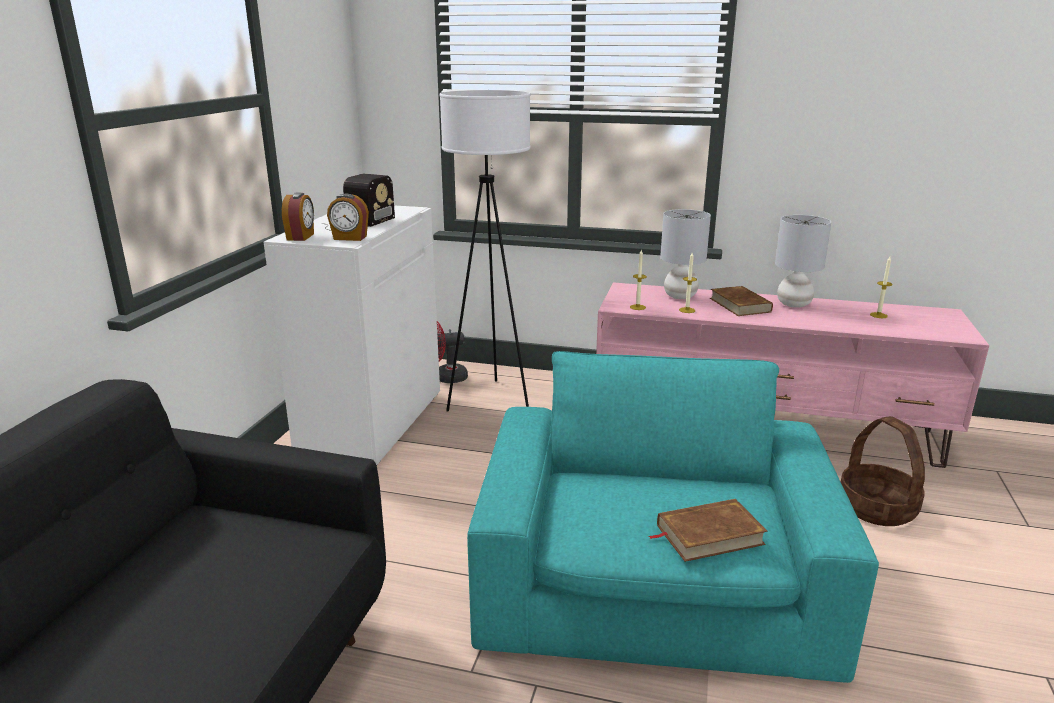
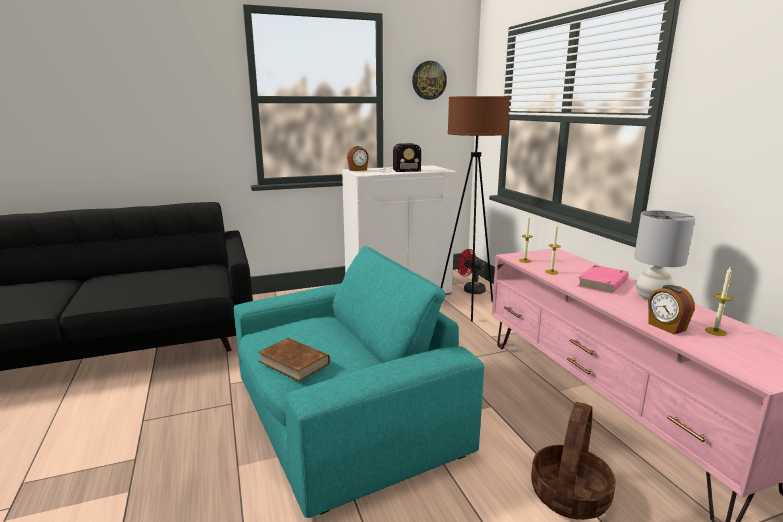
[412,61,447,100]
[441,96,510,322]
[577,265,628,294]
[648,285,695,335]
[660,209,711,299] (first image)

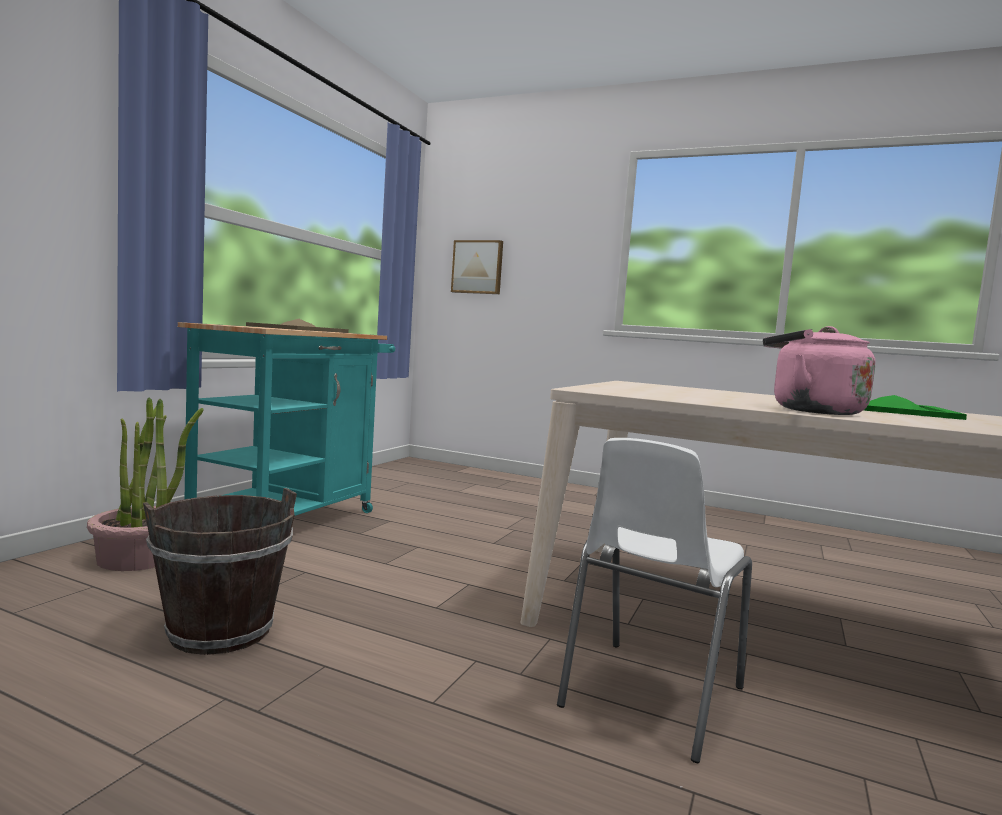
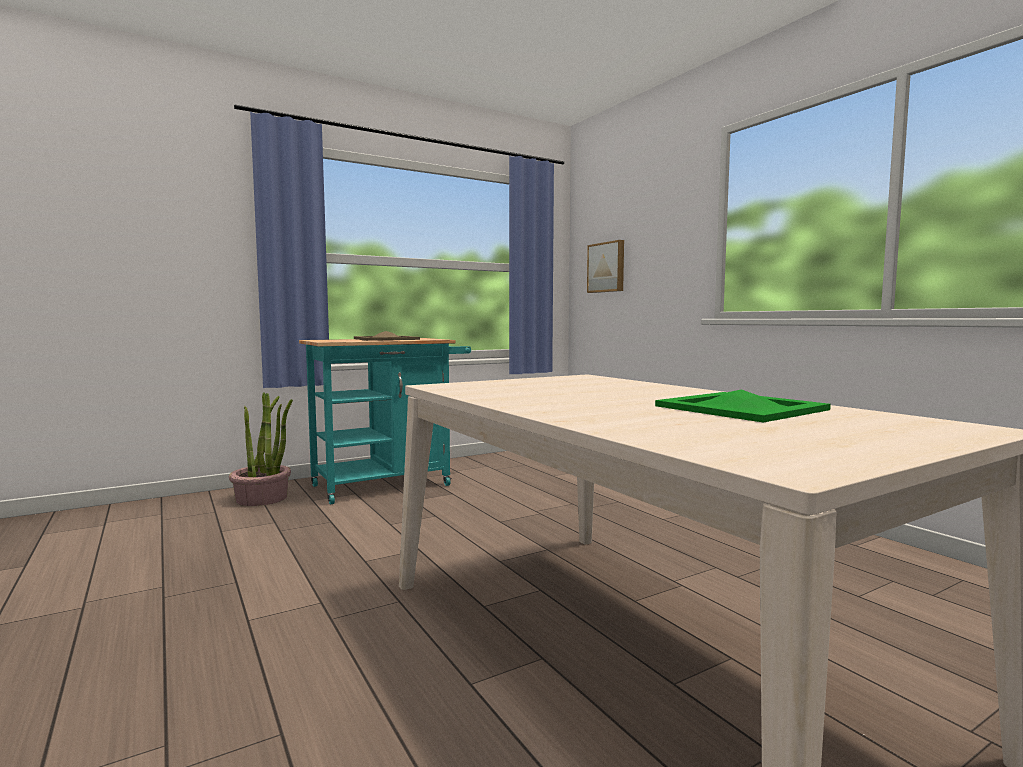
[143,488,297,655] (first image)
[557,438,752,763] (first image)
[763,326,875,415] (first image)

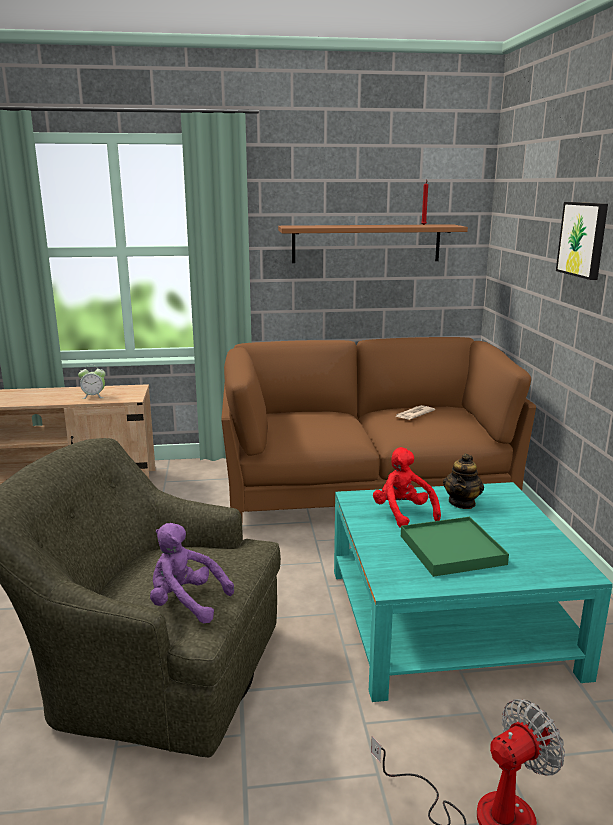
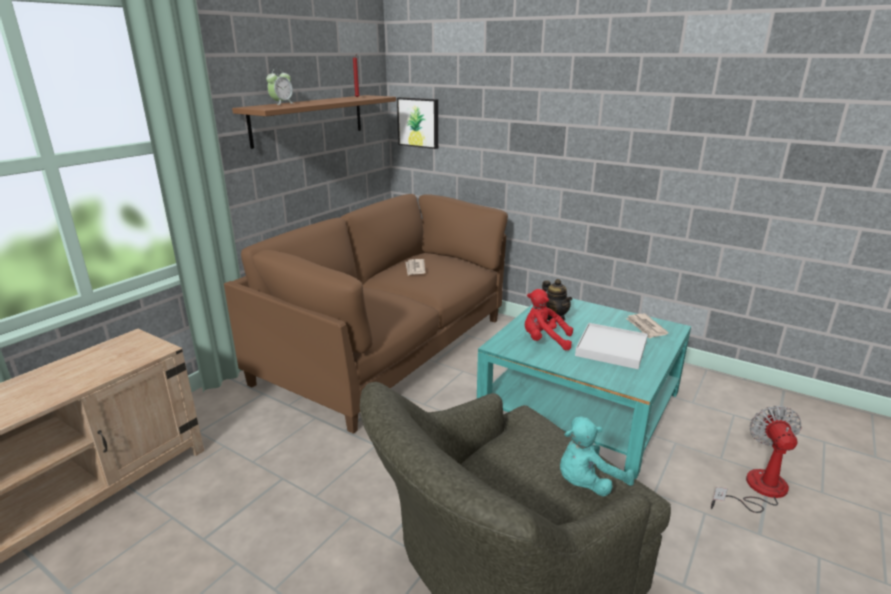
[266,68,294,105]
[397,97,438,149]
[560,416,634,496]
[575,323,648,369]
[626,314,669,339]

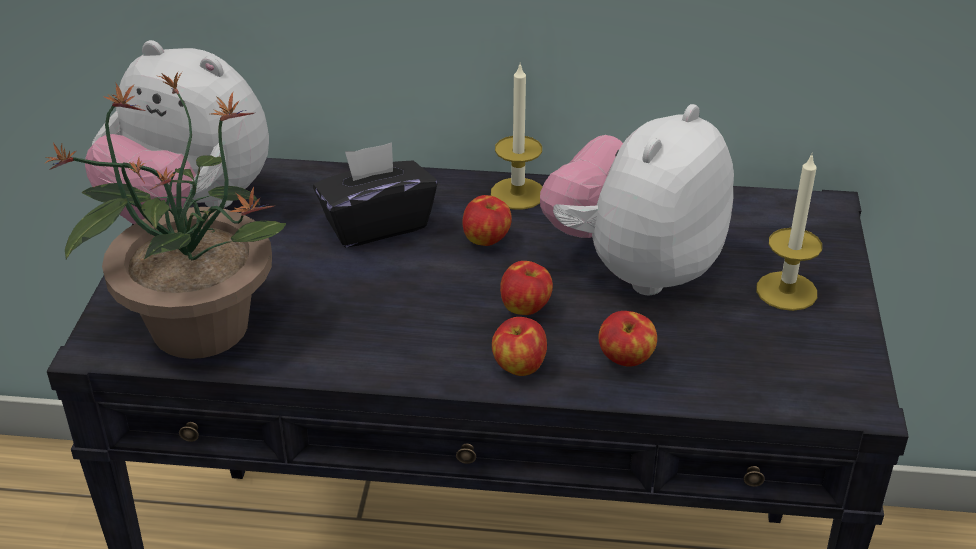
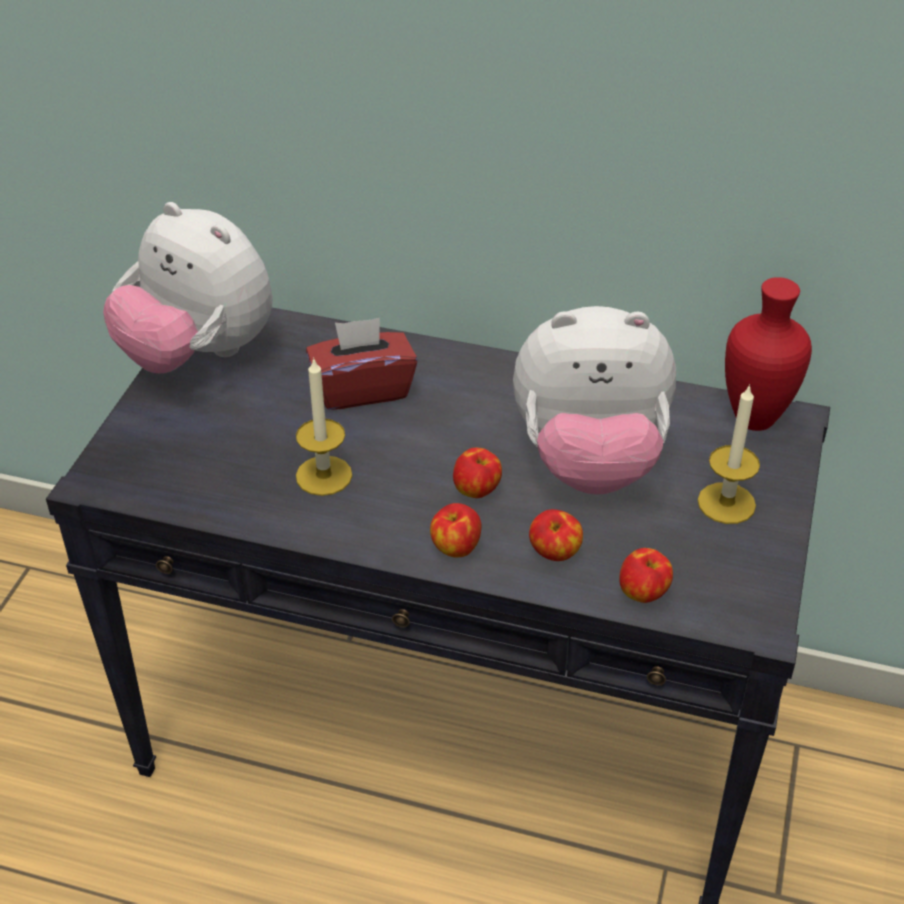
[296,357,352,496]
[306,318,418,410]
[513,306,676,495]
[619,548,673,603]
[725,277,812,431]
[43,72,286,359] (first image)

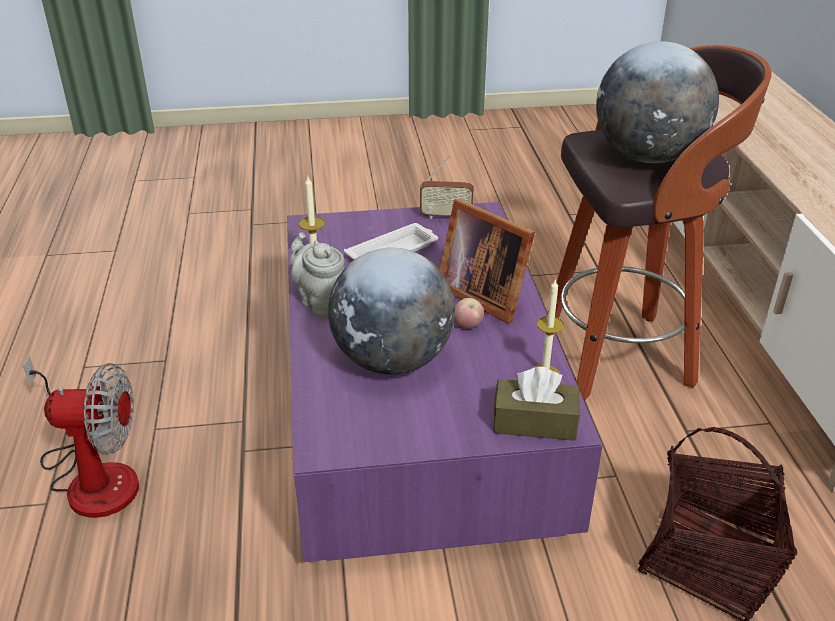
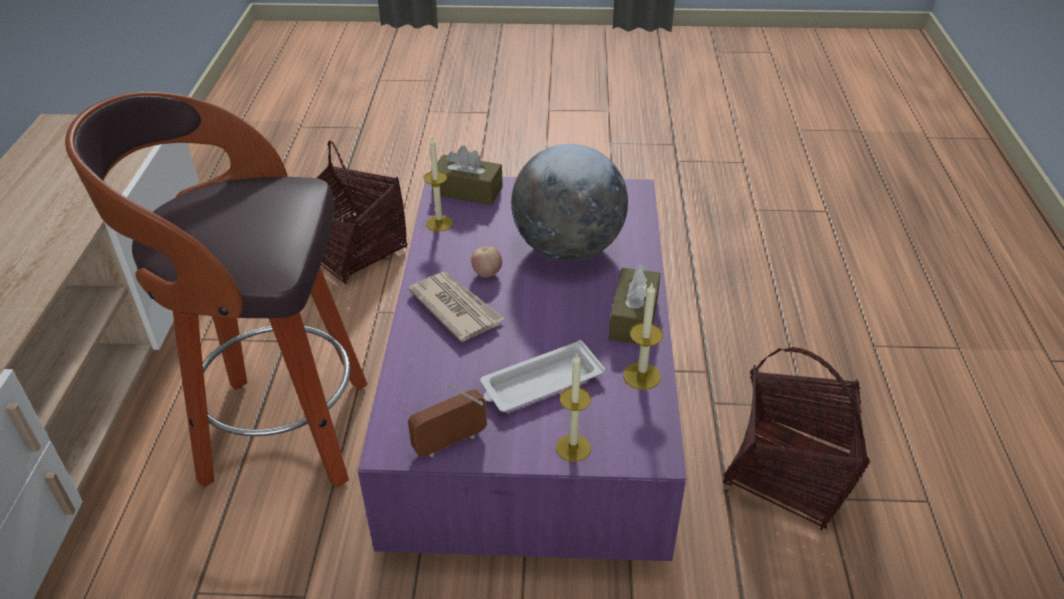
[408,272,504,342]
[408,383,487,458]
[556,354,591,462]
[609,263,661,344]
[723,347,870,530]
[23,356,139,518] (first image)
[596,41,719,163] (first image)

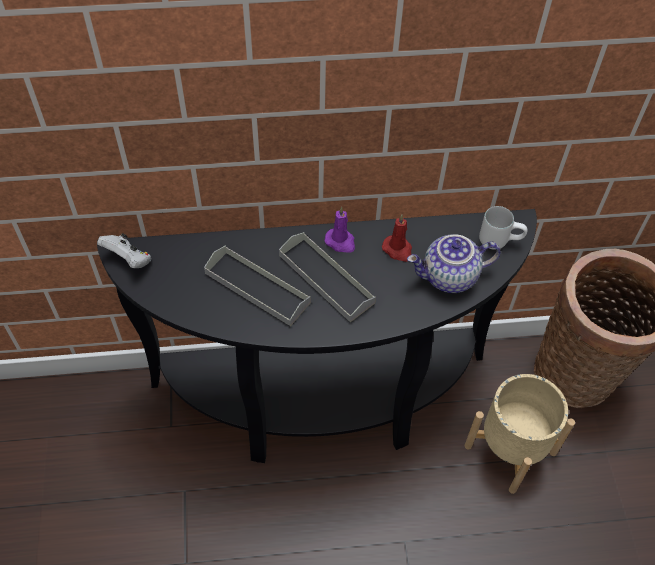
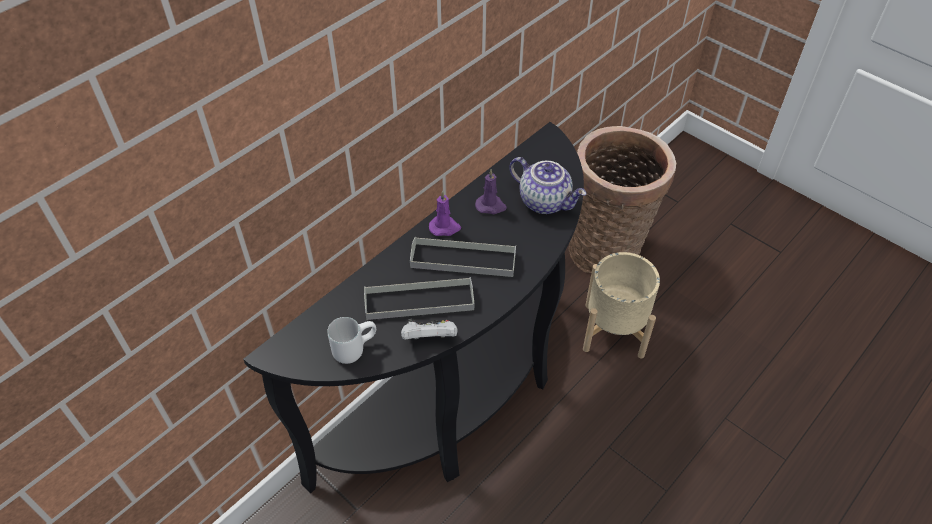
[327,317,376,364]
[401,319,458,340]
[475,169,507,214]
[509,157,586,214]

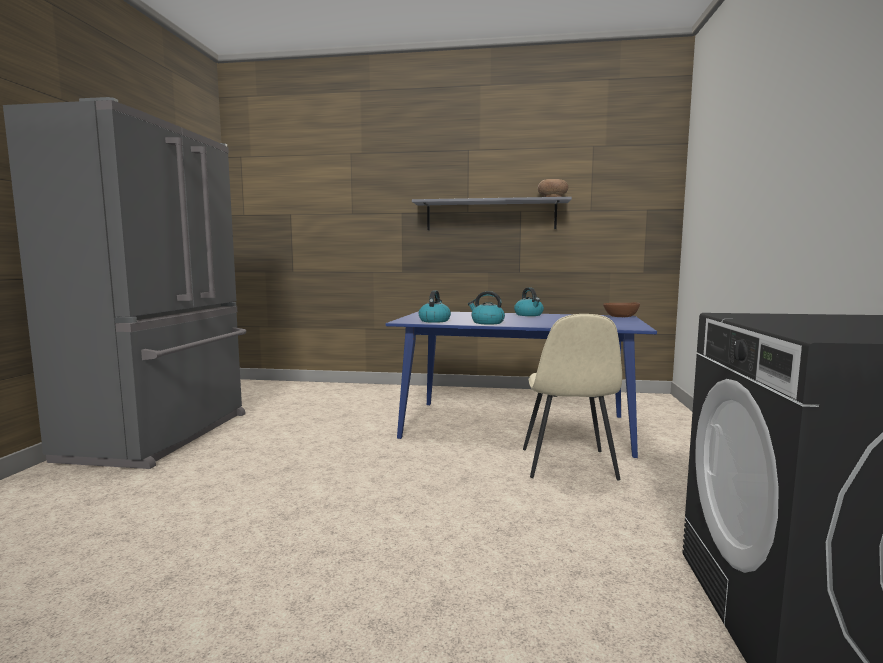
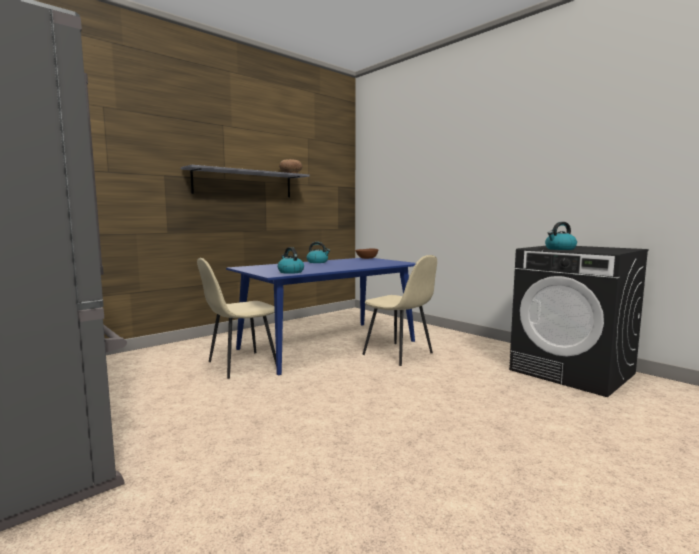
[197,258,276,379]
[545,222,577,250]

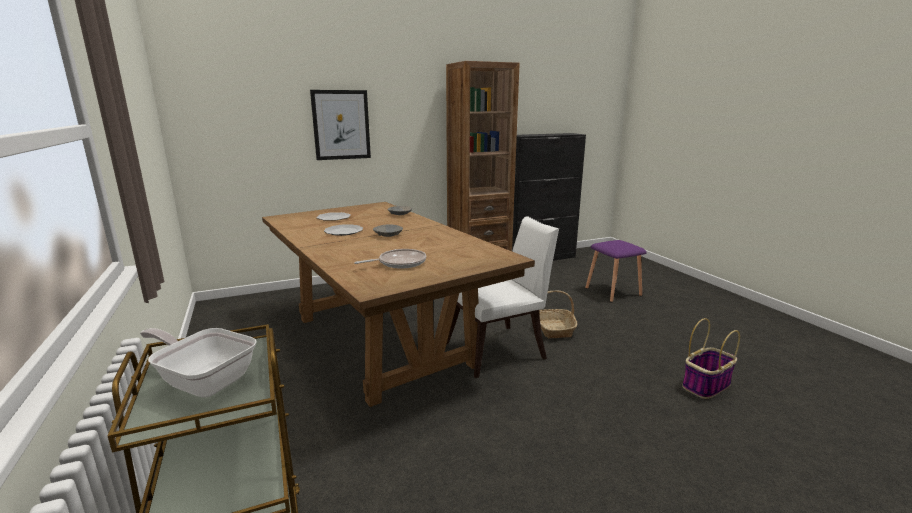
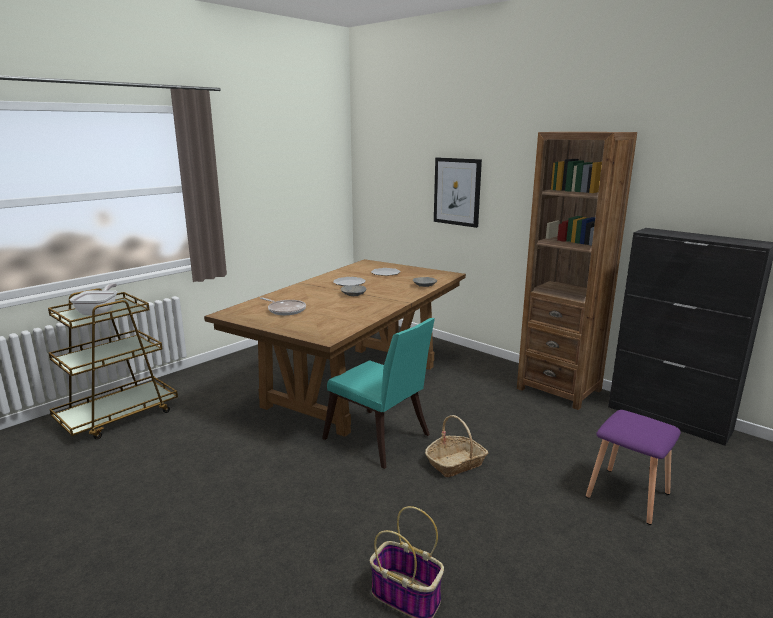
[322,318,435,469]

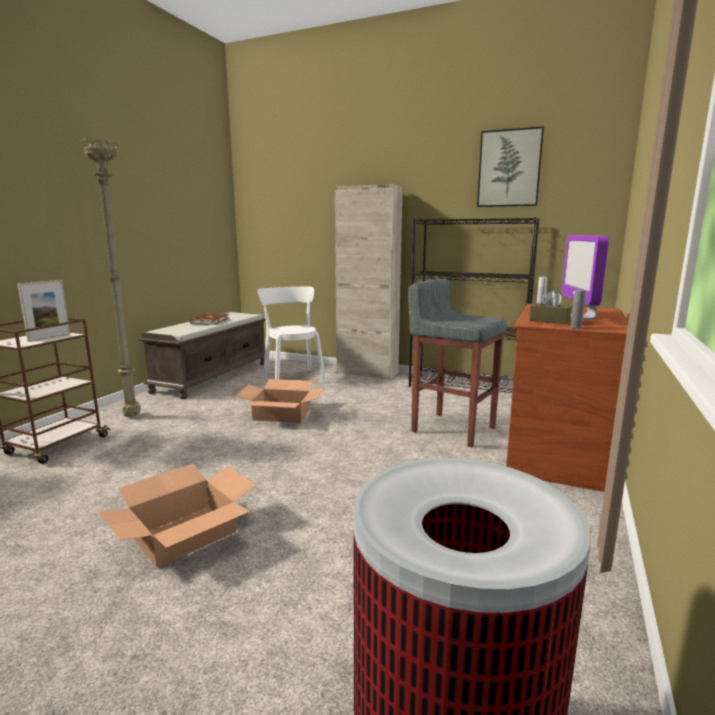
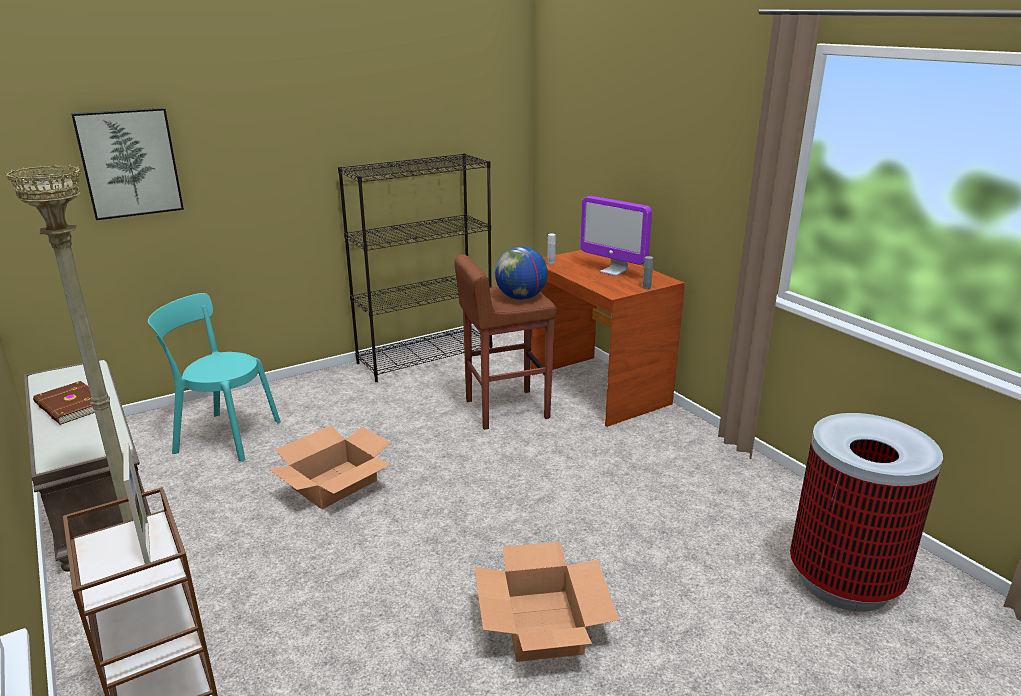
[71,108,184,220]
[148,293,281,462]
[454,254,557,430]
[495,247,548,300]
[335,184,403,380] (first image)
[529,291,572,324] (first image)

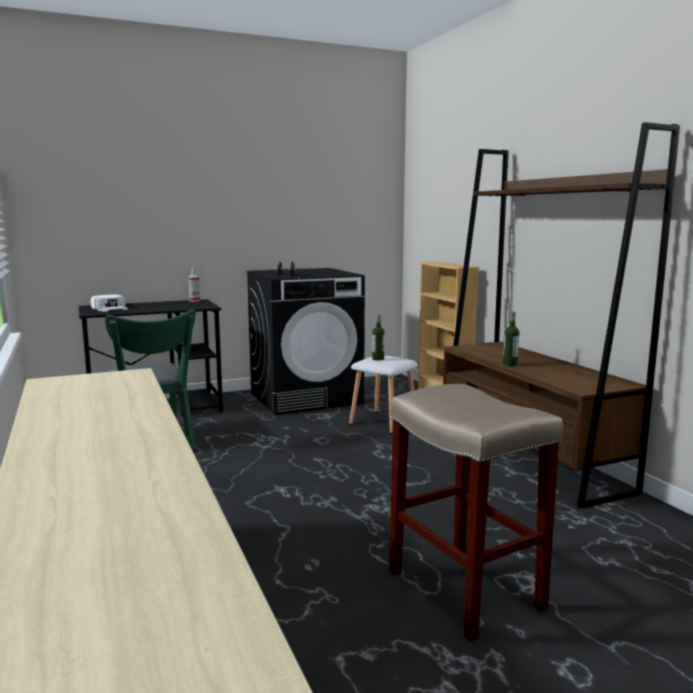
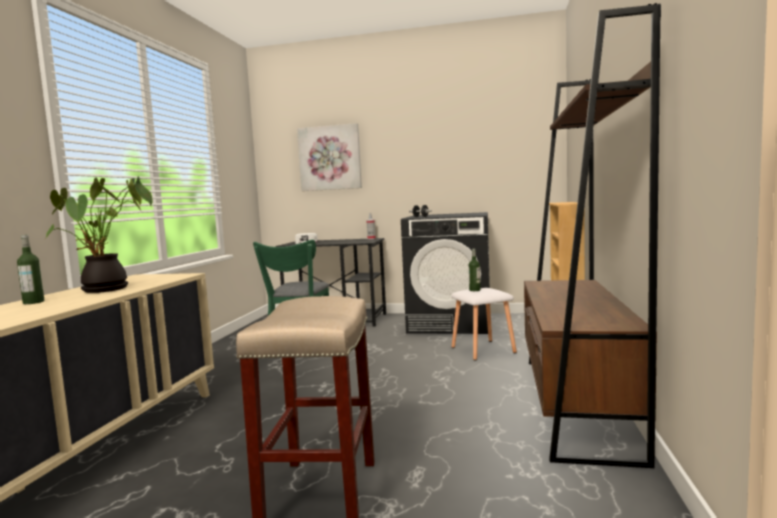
[17,235,44,304]
[45,176,153,293]
[297,123,362,191]

